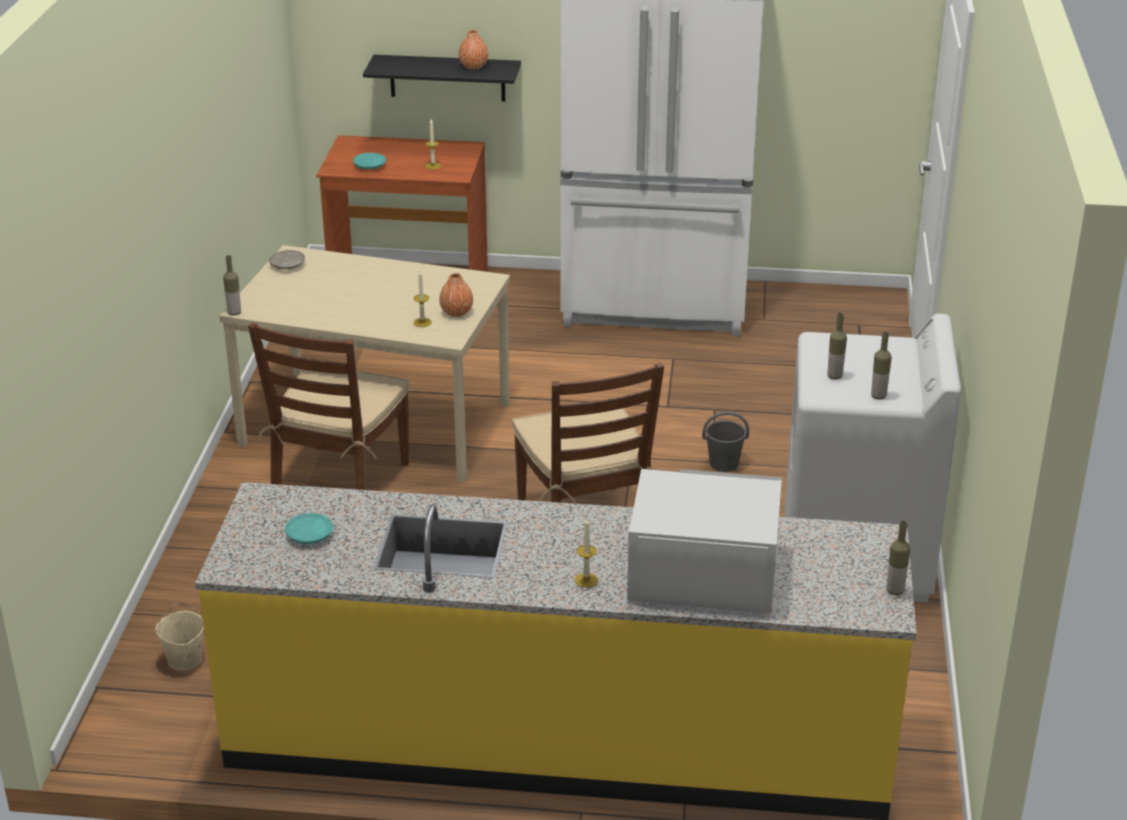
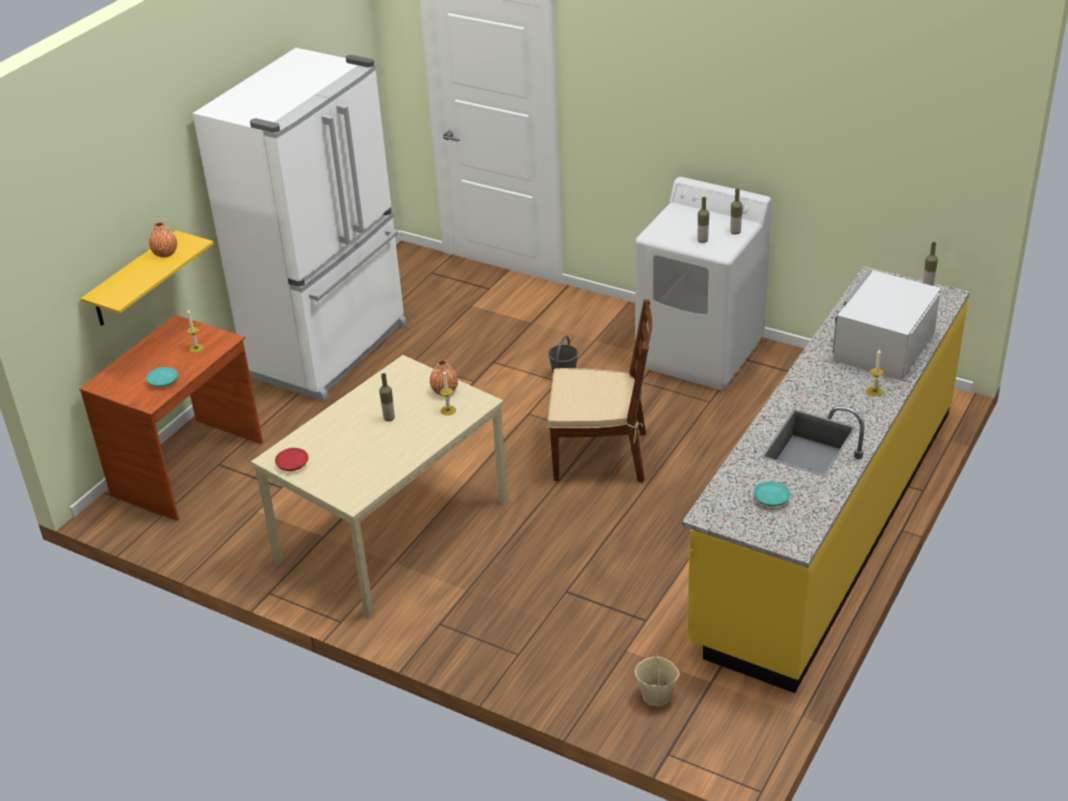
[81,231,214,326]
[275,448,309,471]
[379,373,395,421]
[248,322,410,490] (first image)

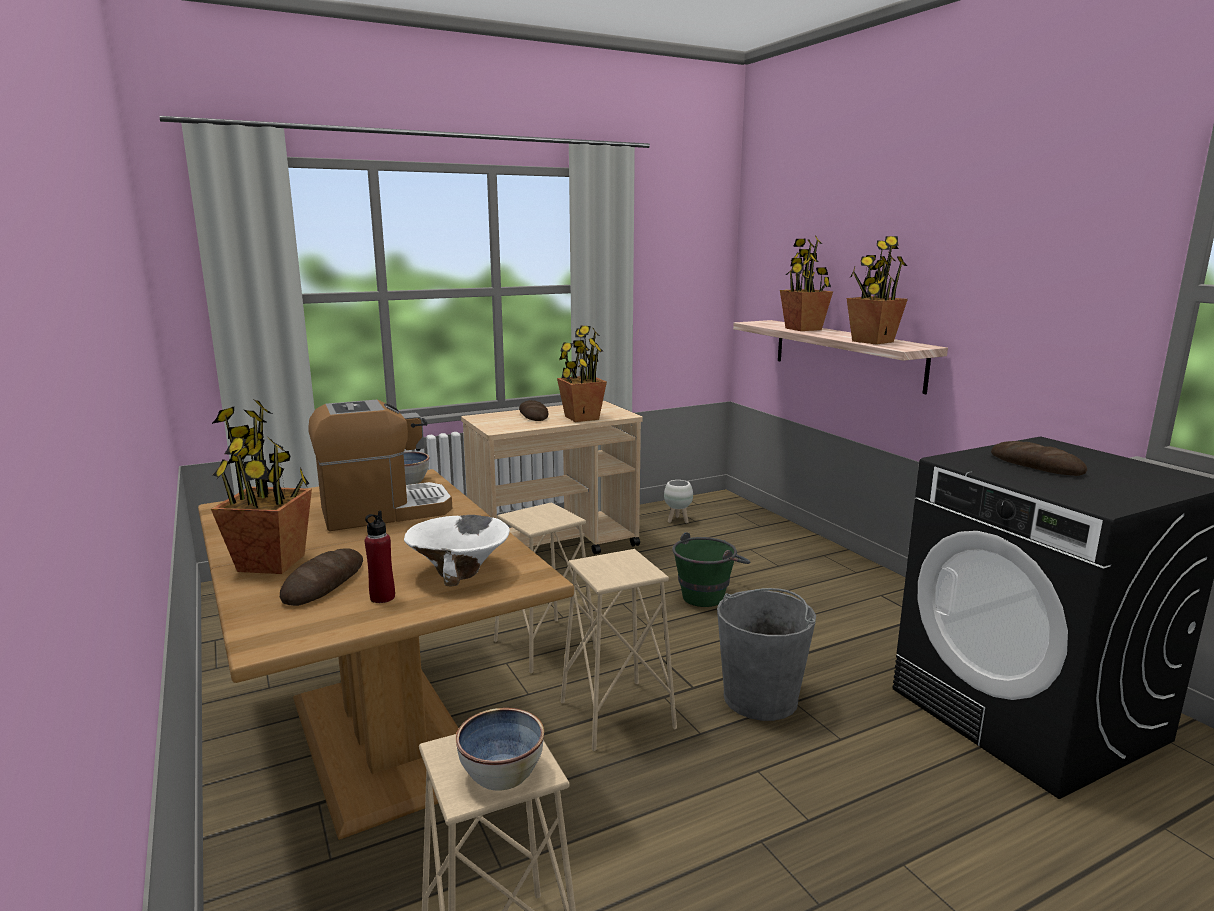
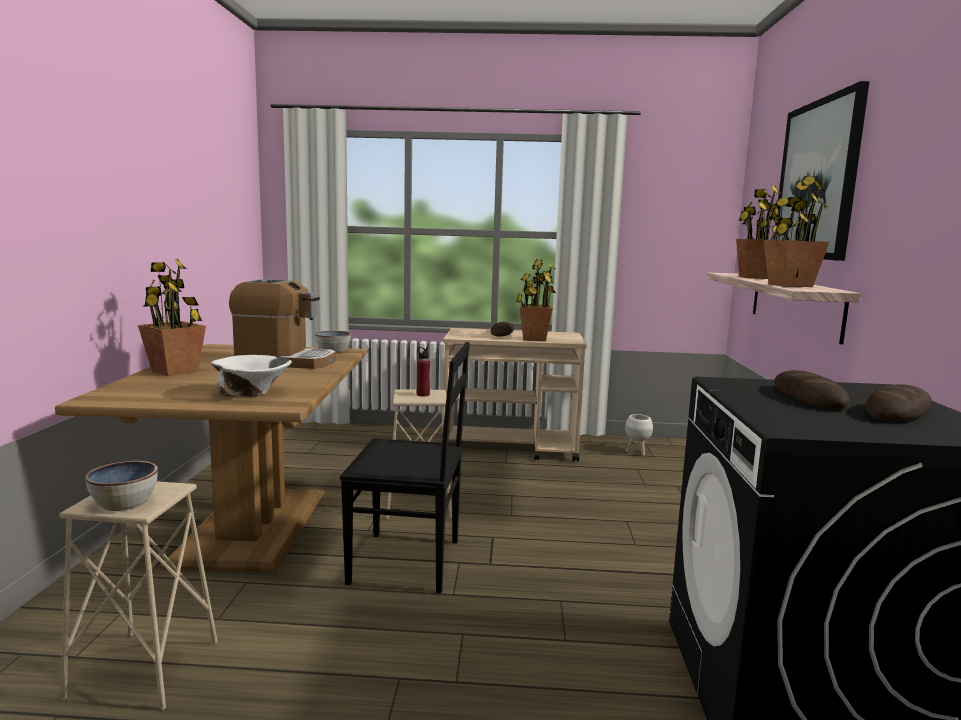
[340,342,470,593]
[417,347,430,396]
[773,81,870,261]
[865,384,932,422]
[672,532,750,607] (first image)
[717,588,816,721] (first image)

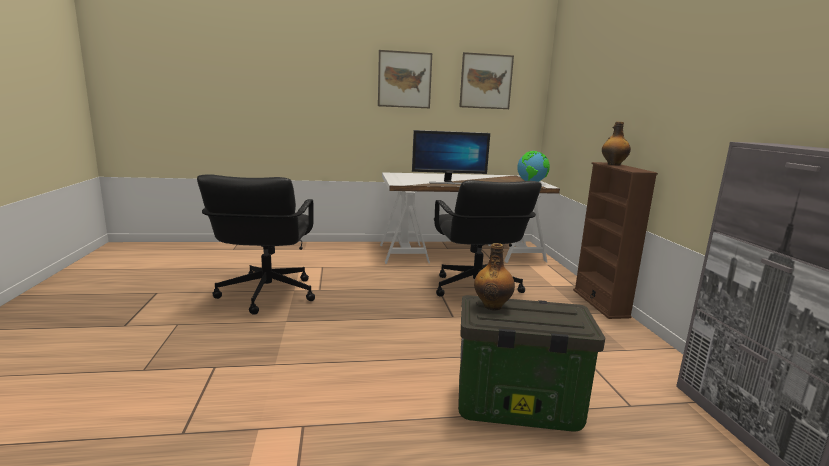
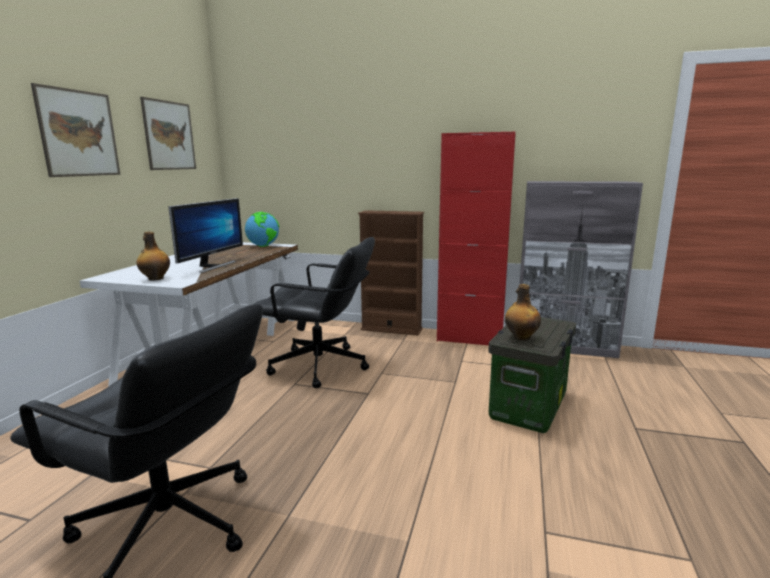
[136,232,170,281]
[437,132,516,345]

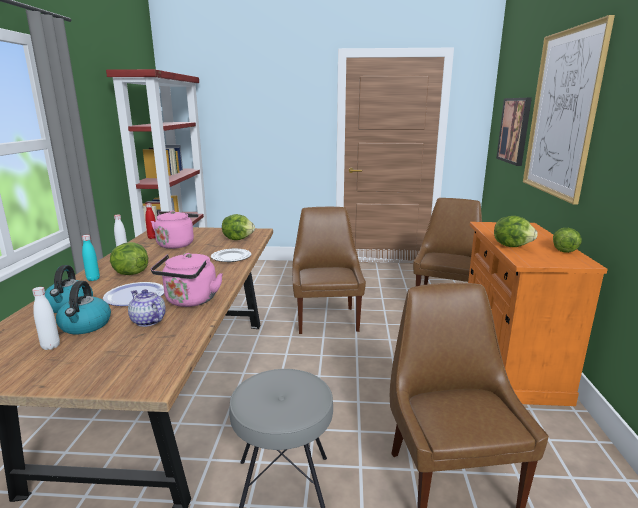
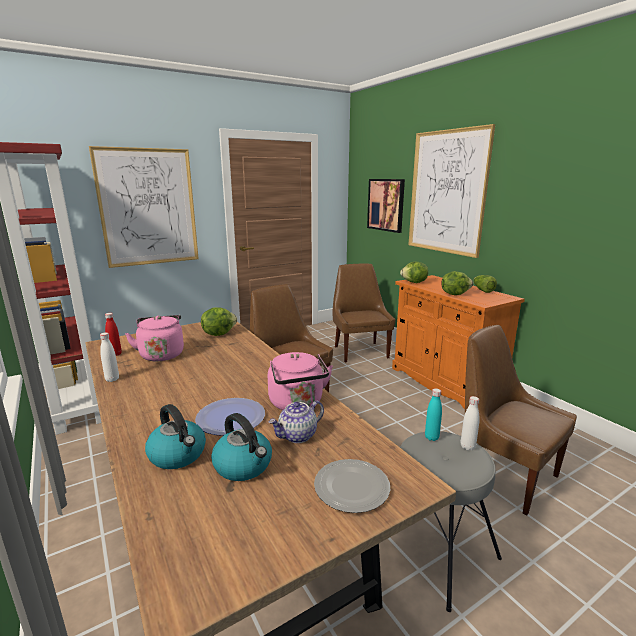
[89,146,199,268]
[269,400,324,443]
[314,459,390,513]
[400,262,428,283]
[425,388,442,441]
[461,396,480,450]

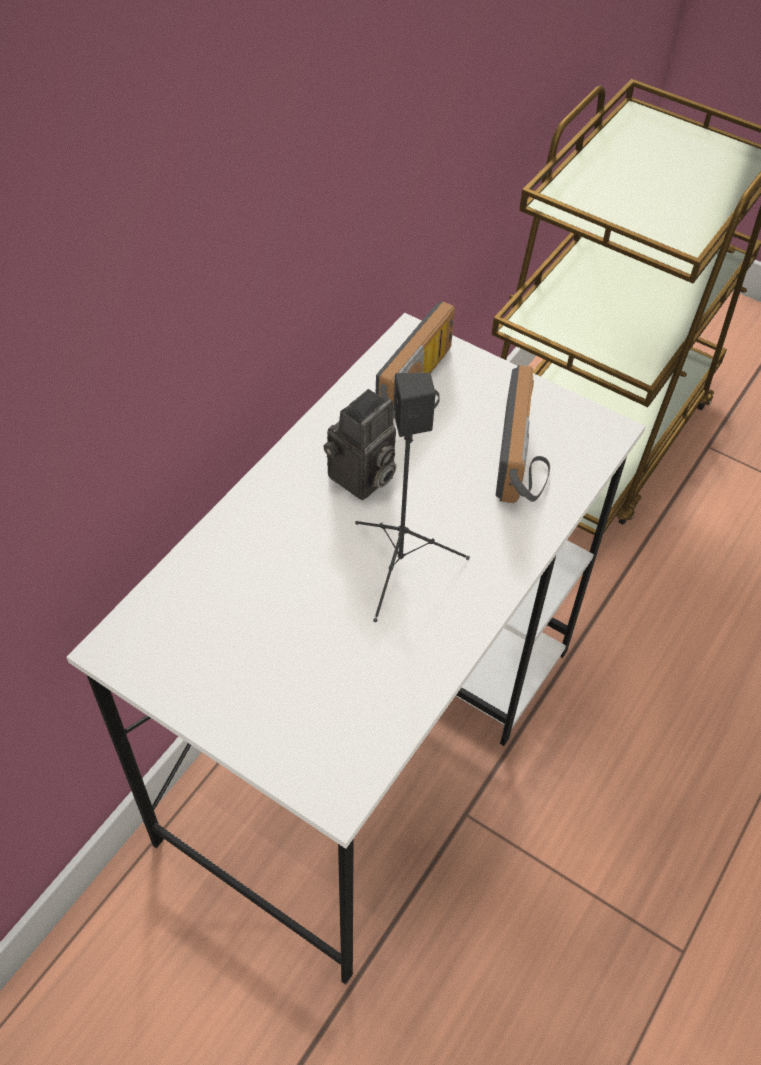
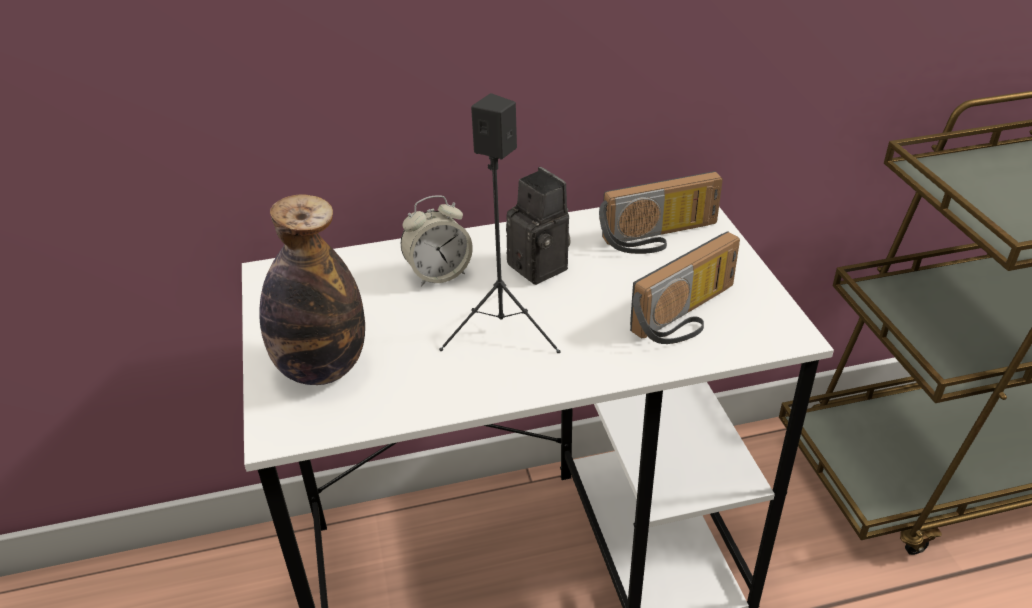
[260,195,365,385]
[401,195,473,287]
[506,167,571,285]

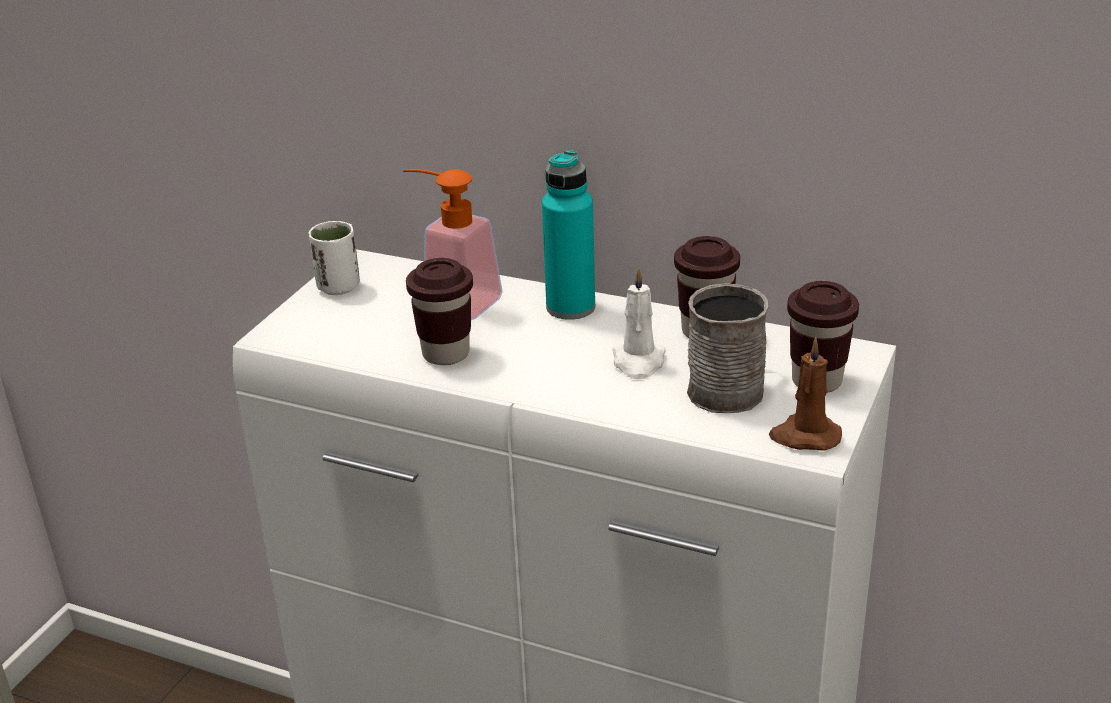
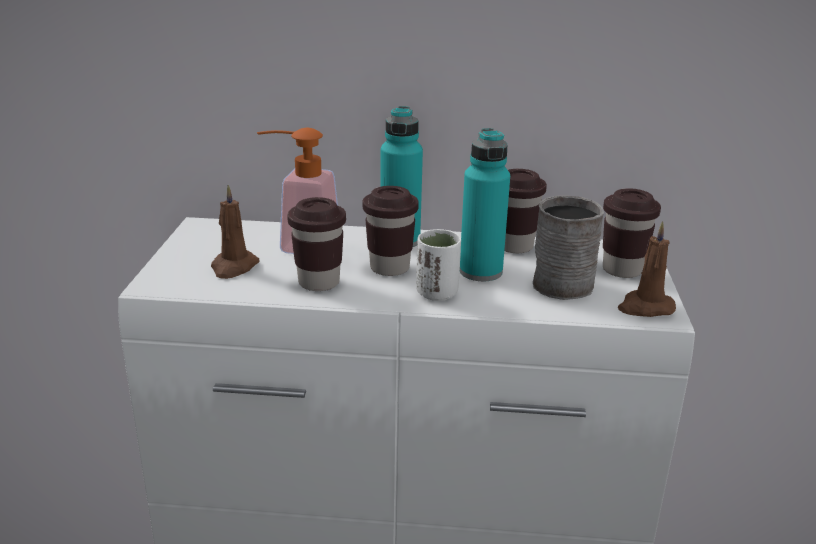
[211,185,260,279]
[363,186,419,276]
[416,229,461,301]
[460,128,510,281]

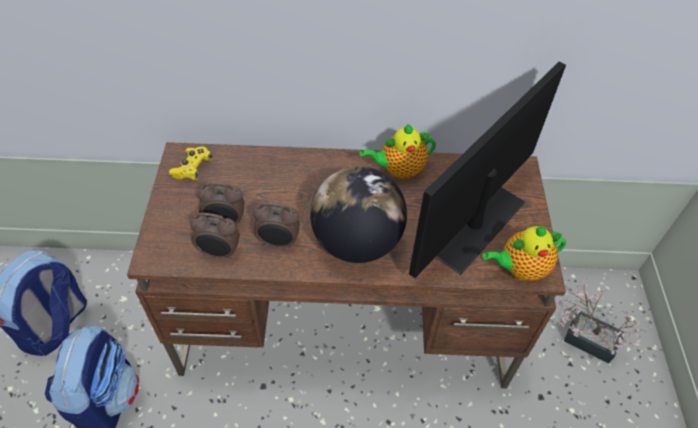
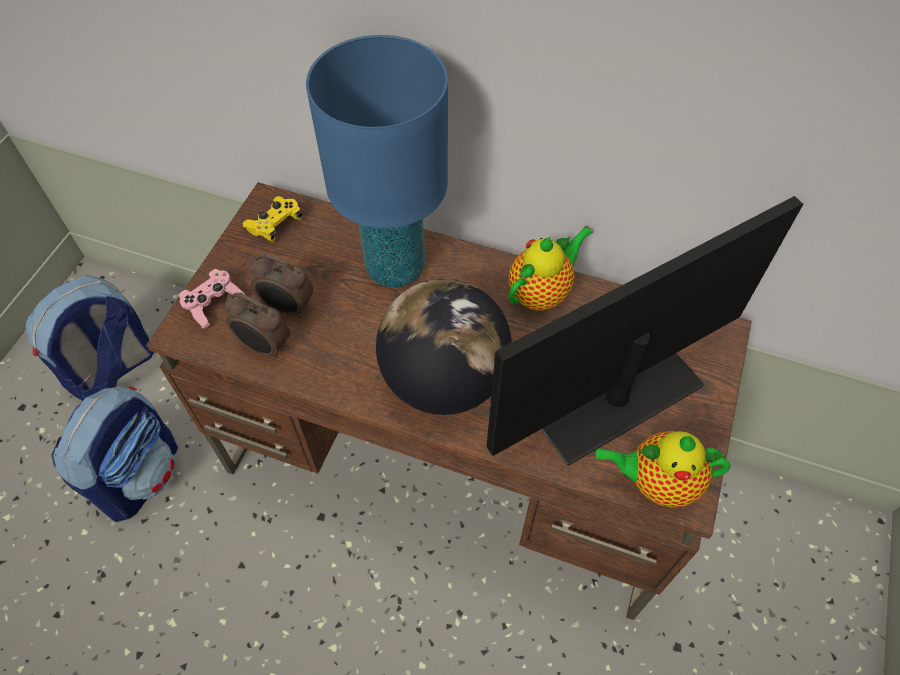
[179,269,247,329]
[306,35,448,288]
[508,226,593,311]
[253,202,300,248] (first image)
[558,278,641,363] (first image)

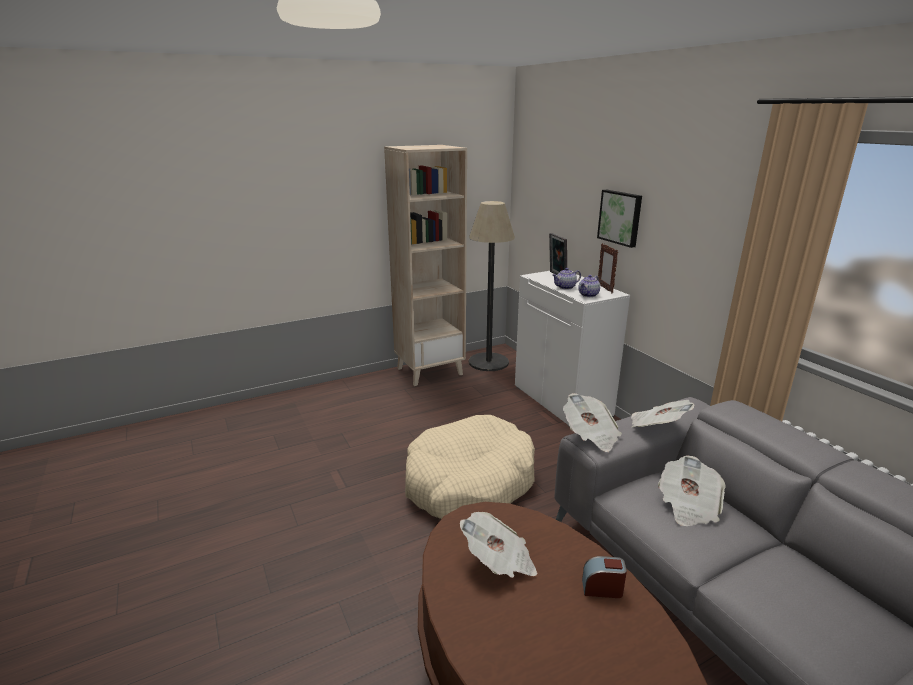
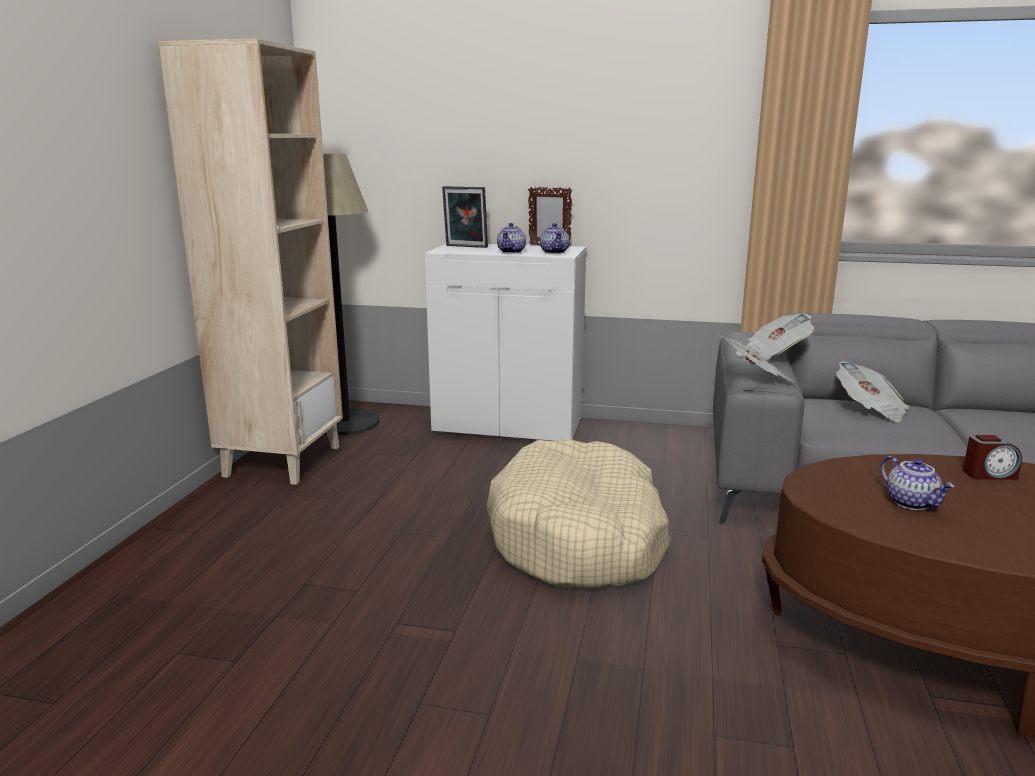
[880,456,955,510]
[963,435,1022,479]
[597,190,642,248] (first image)

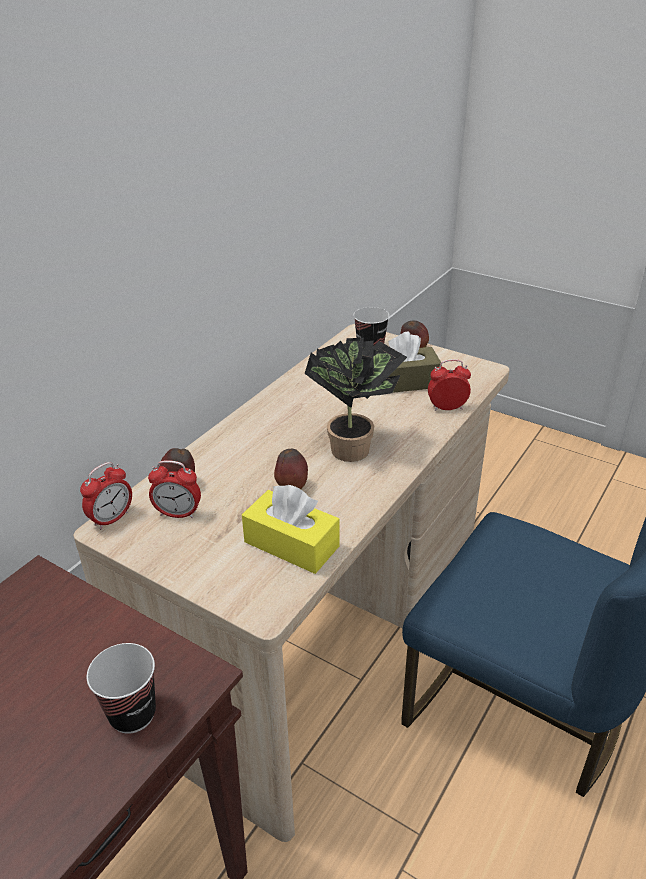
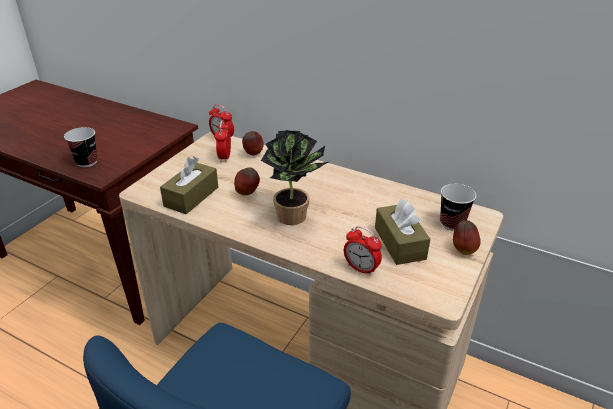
[160,156,218,214]
[344,226,382,276]

